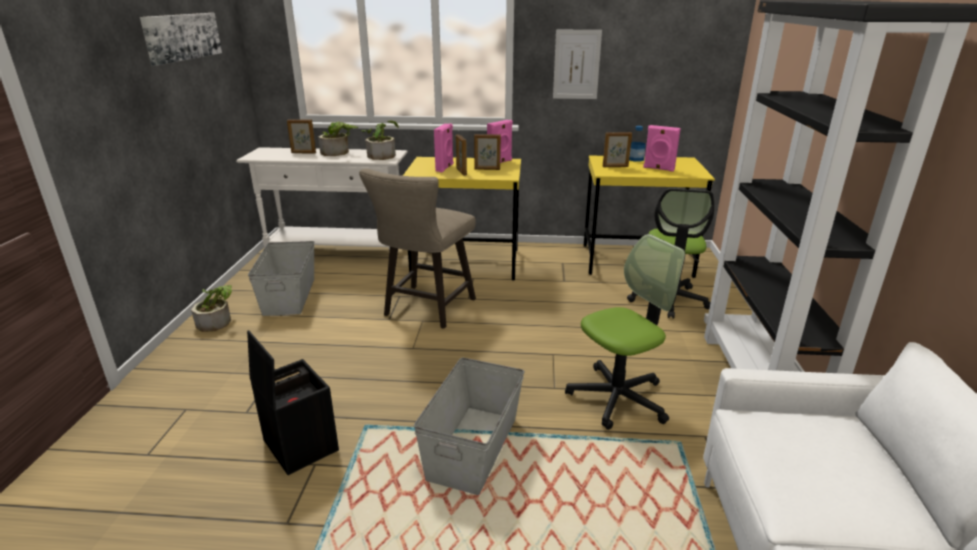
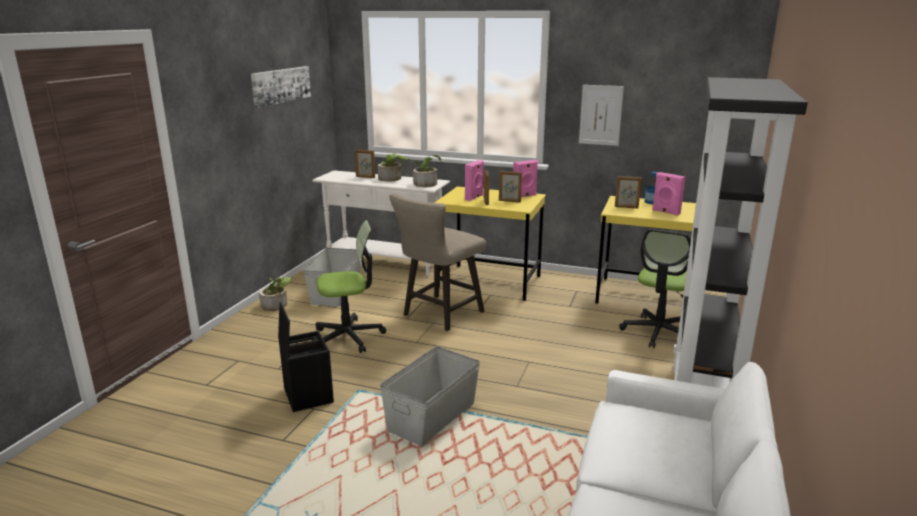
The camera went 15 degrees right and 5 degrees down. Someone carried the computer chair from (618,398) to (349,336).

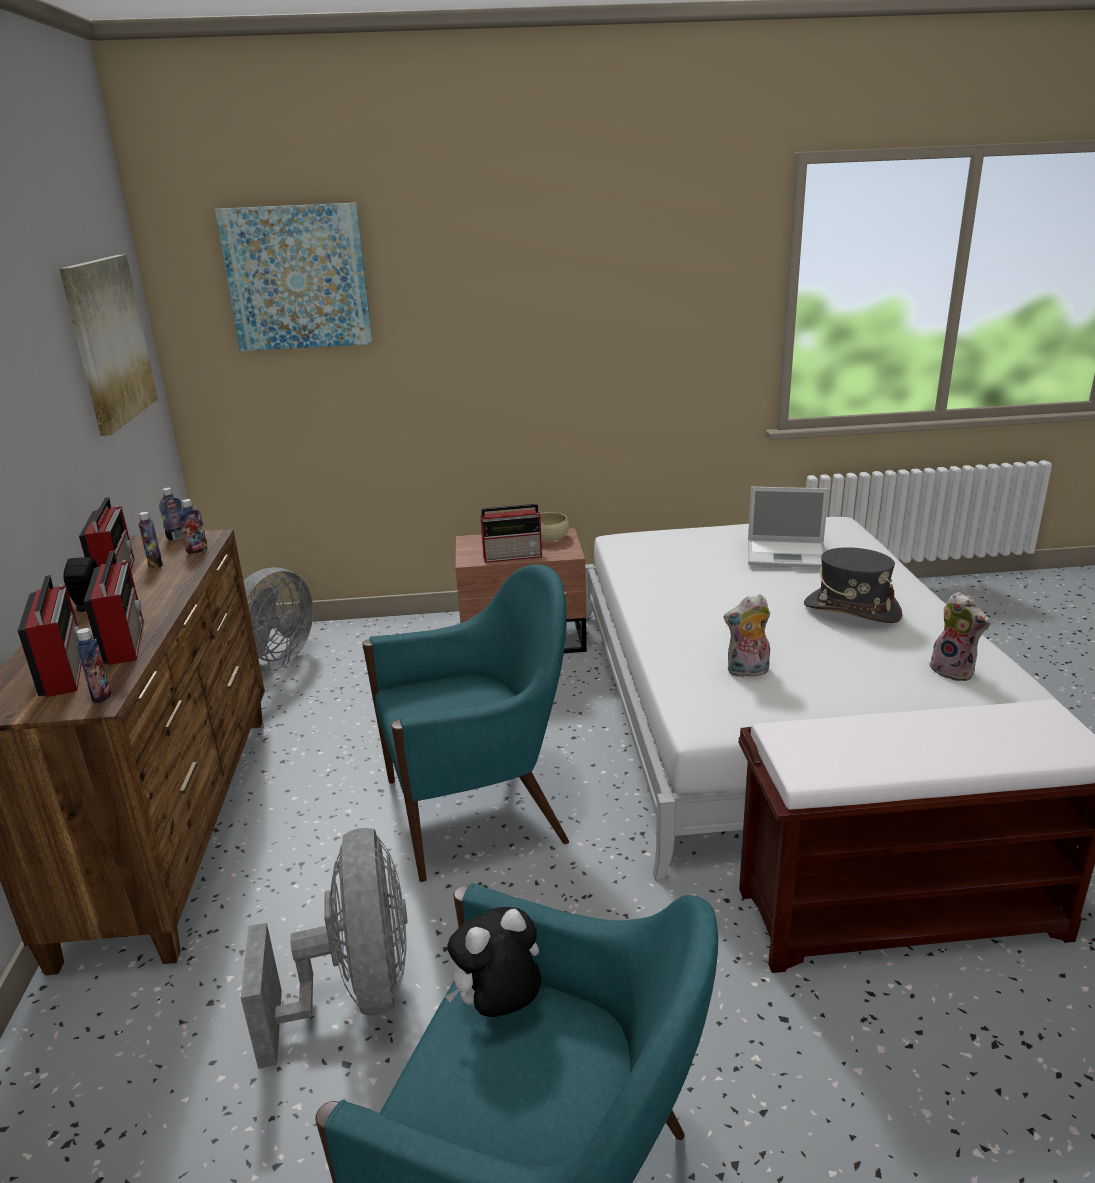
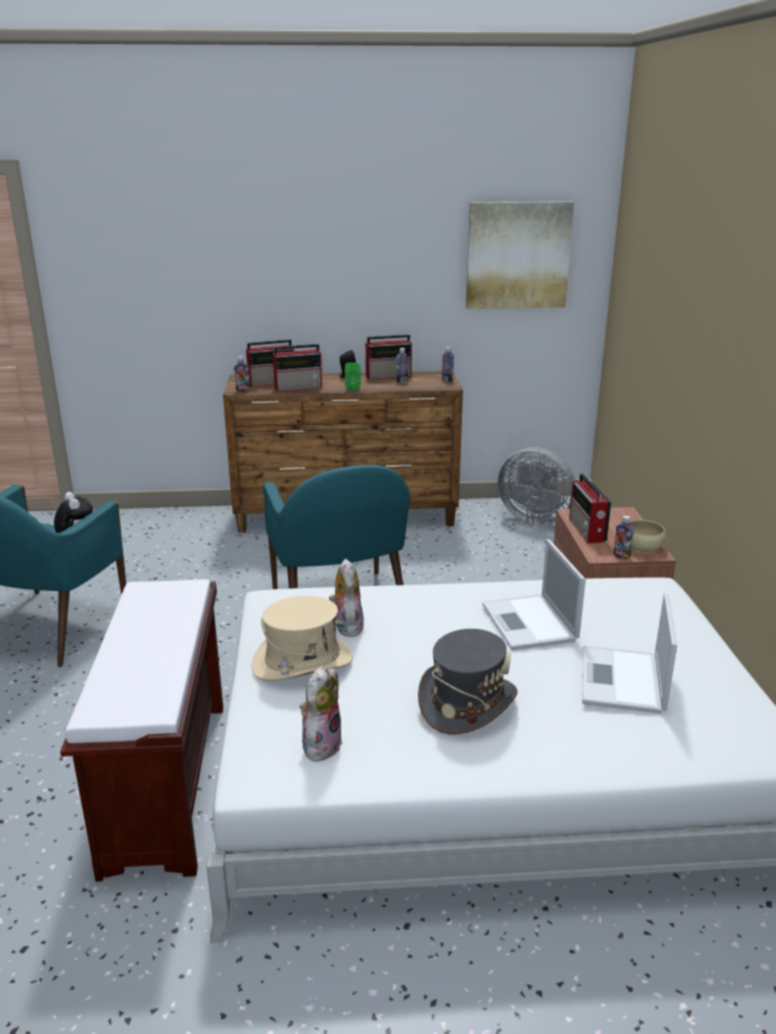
The camera went 90 degrees right and 0 degrees up. Someone carried the drink bottle from (197,550) to (621,556). Someone took away the wall picture at (297,278). Someone took away the gray electric fan at (356,992). Someone rotated the plush toy at (954,671) by 150 degrees clockwise. Someone put down the sand-coloured wearable hat at (302,663). Someone put down the green-coloured loudspeaker at (353,388). Someone put down the notebook computer at (530,623).

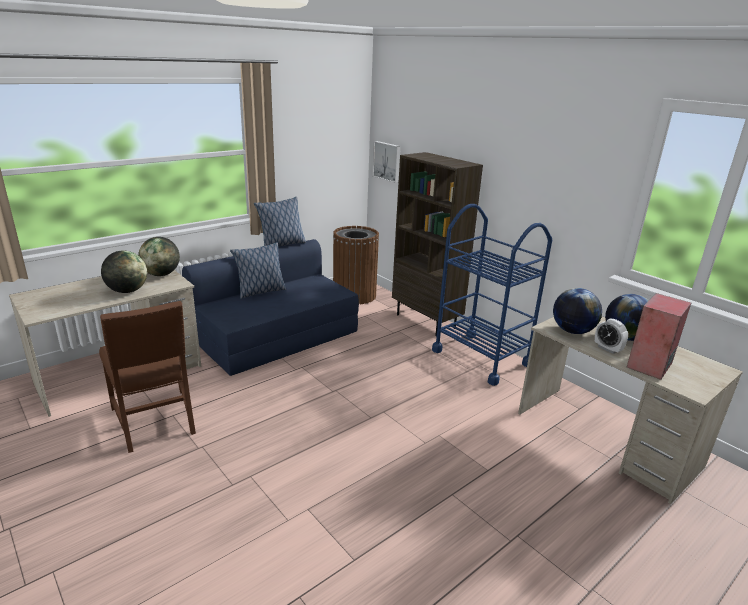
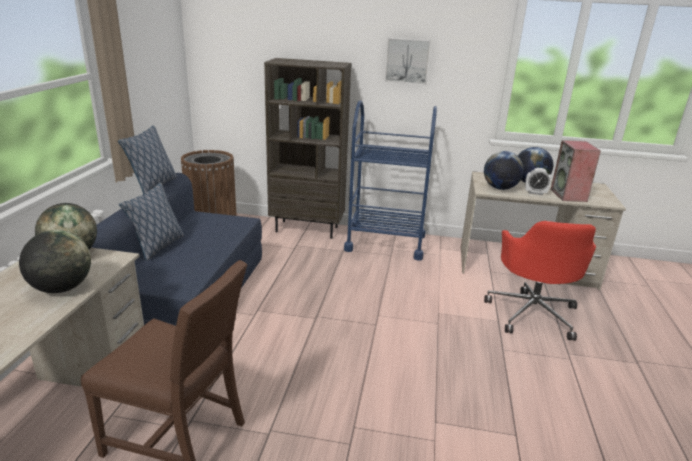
The camera went 40 degrees left and 0 degrees up. Someone carried the wall picture from (387,161) to (407,60). Someone put down the red computer chair at (532,313).

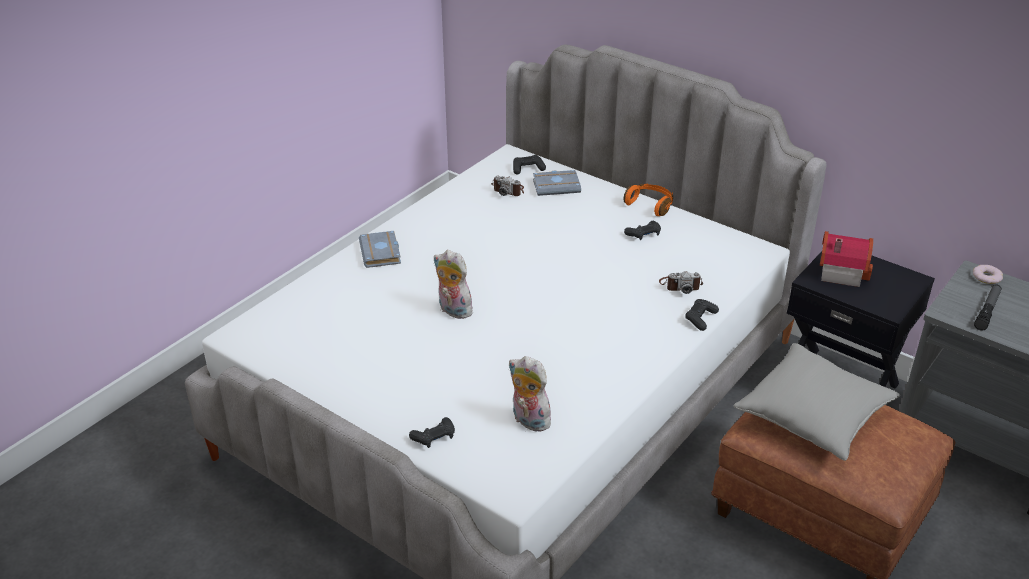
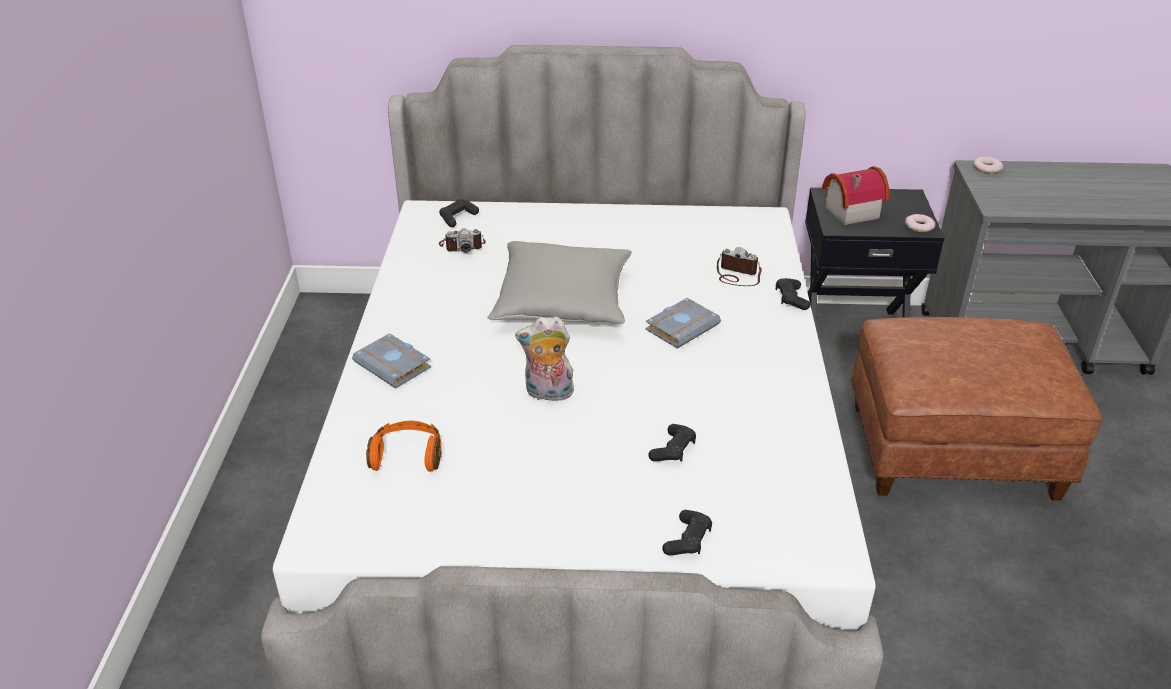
The camera went 35 degrees left and 0 degrees up. Someone took away the plush toy at (528,421). Someone carried the gray bound book from (557,186) to (681,326). Someone carried the orange headphones from (650,205) to (407,455). Someone carried the black-coloured game controller from (643,234) to (673,450). Someone rotated the photo camera at (680,285) by 120 degrees counterclockwise. Someone carried the gray throw pillow from (814,415) to (563,302). Someone took away the hand torch at (987,311). Someone put down the donut at (919,226).

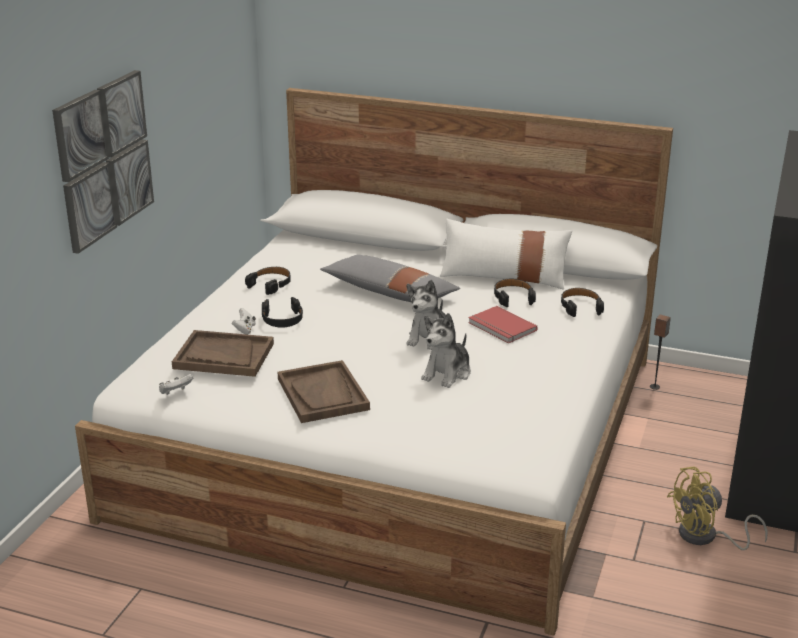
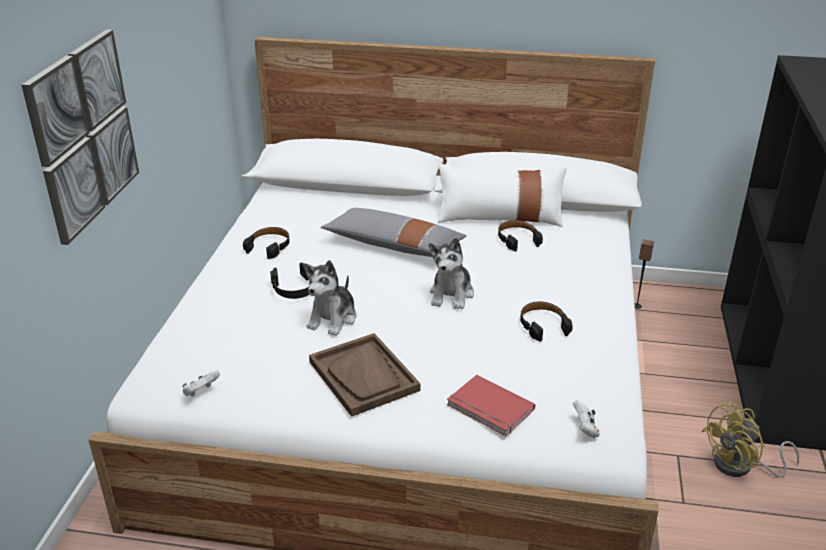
The camera went 10 degrees left and 5 degrees up. Someone took away the brownish carrying tray at (223,356). Someone carried the whitish game controller from (245,330) to (585,429). Someone carried the plush toy from (447,373) to (333,318). Someone carried the red bound book from (501,327) to (489,409). Someone carried the black-coloured headphones from (580,307) to (543,325).

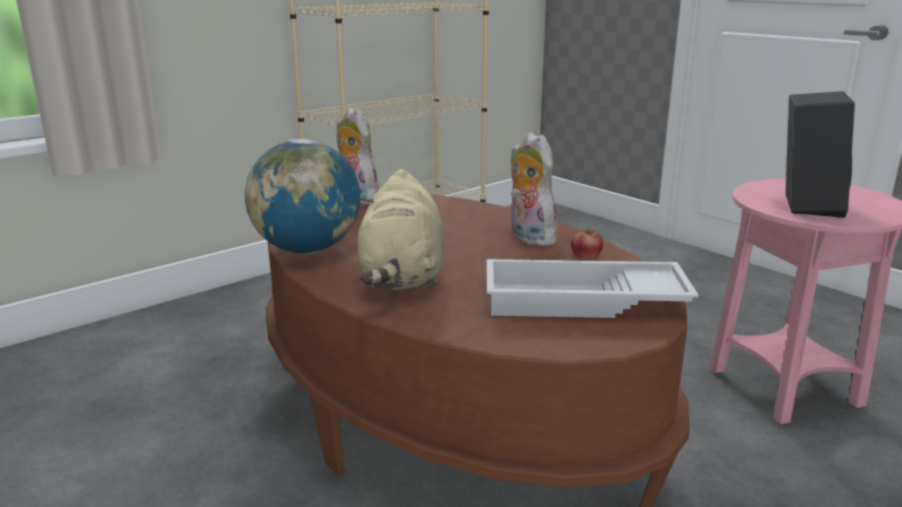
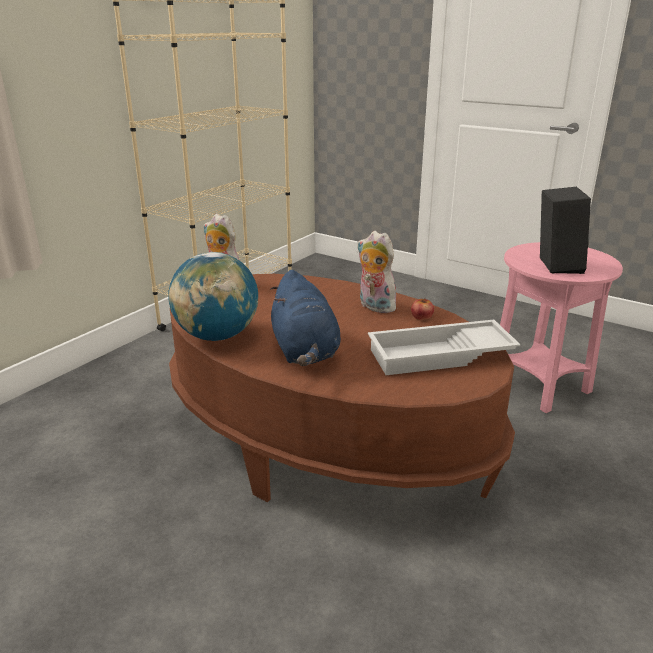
The camera went 15 degrees left and 5 degrees up. Someone repainted the sand-coloured plush toy at (402,277), which became the blue plush toy at (305,351).

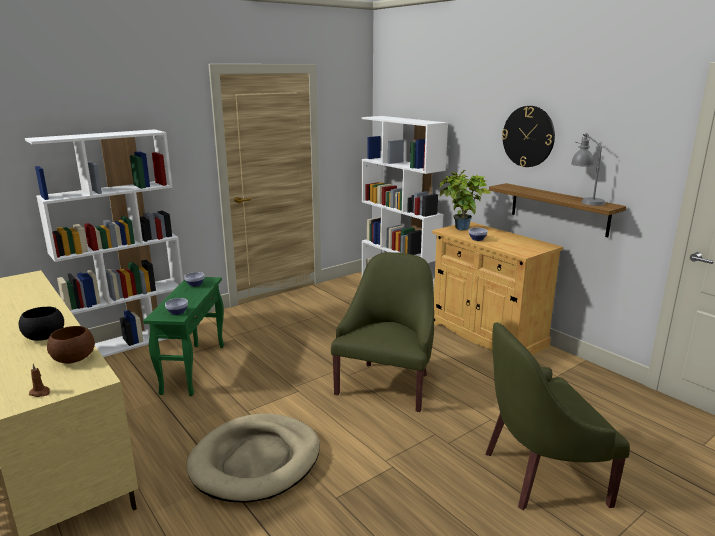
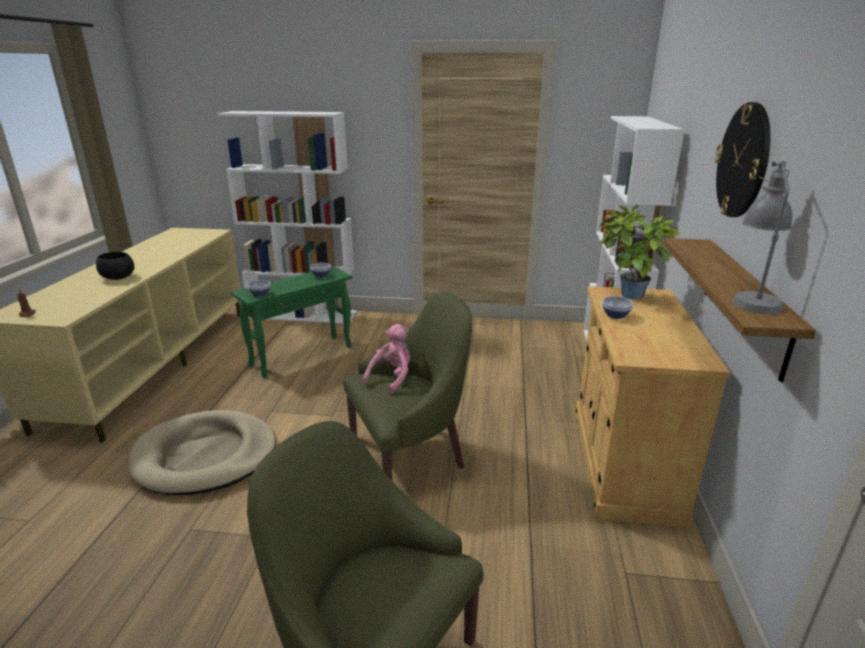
The camera went 45 degrees right and 5 degrees up. Someone took away the brownish bowl at (74,359). Someone put down the pink plush toy at (392,378).

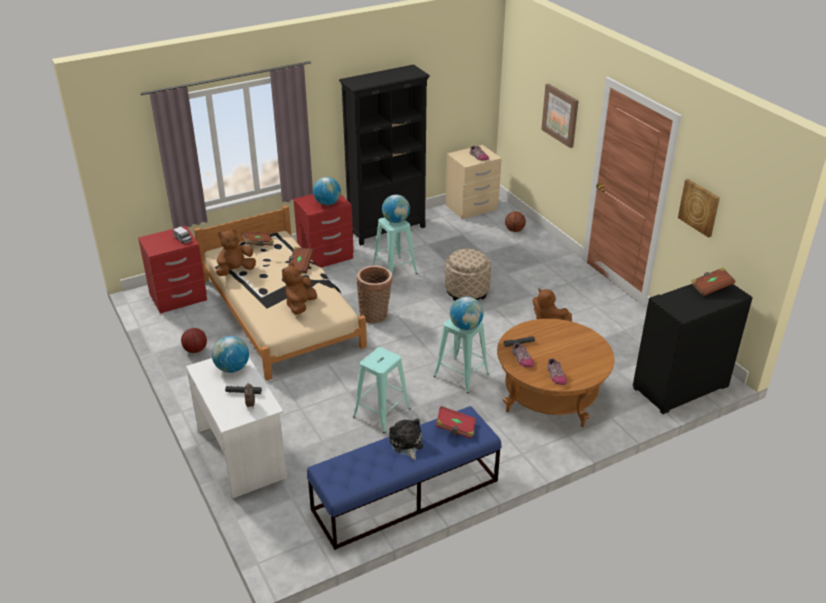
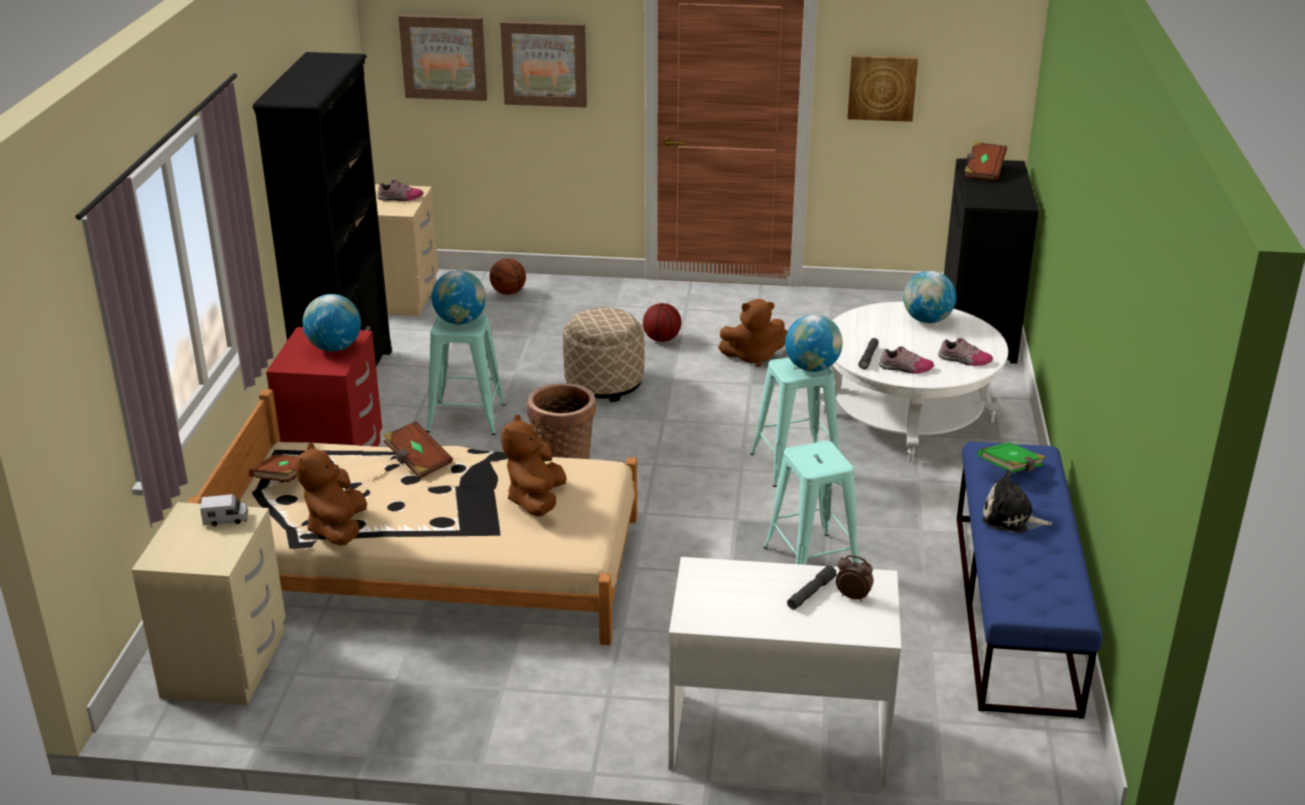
The camera went 55 degrees left and 5 degrees down. Someone repainted the red bedside table at (178,298), which became the sand-coloured bedside table at (226,665). Someone carried the basketball from (195,350) to (662,339). Someone carried the globe from (232,368) to (927,320). Someone rotated the brownish plush toy at (300,306) by 45 degrees clockwise. Someone repainted the red bound book at (455,429), which became the green-coloured bound book at (1011,469). Someone repainted the brownish lounge table at (550,394), which became the whitish lounge table at (907,417). Someone put up the wall picture at (444,57).

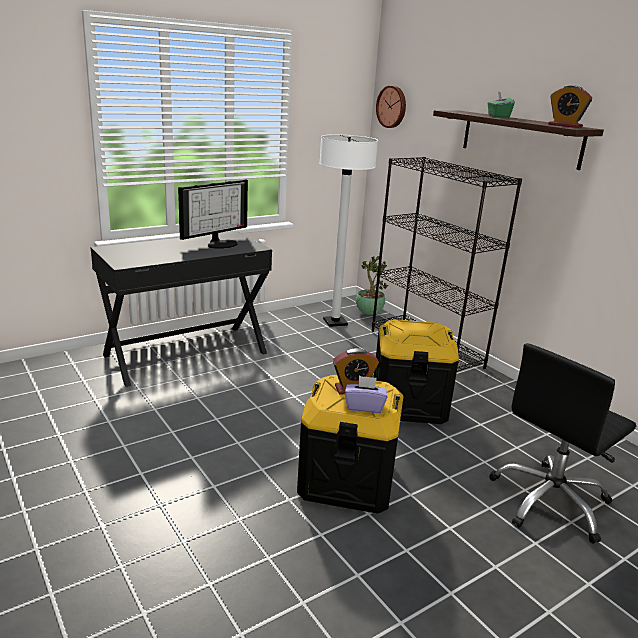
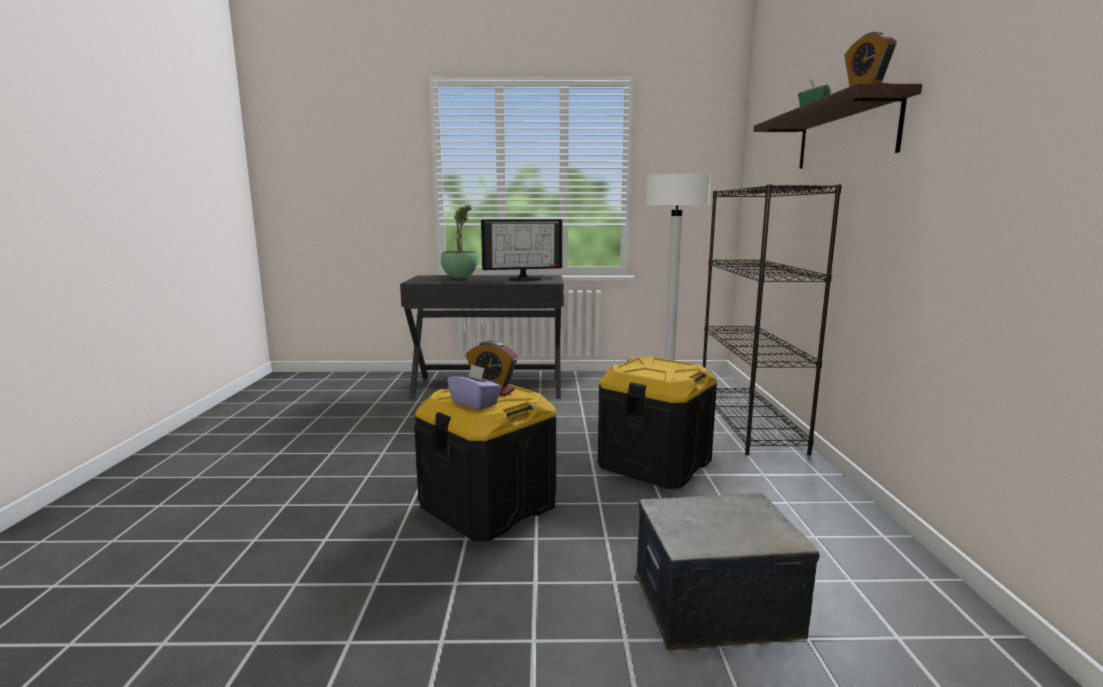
The camera went 35 degrees right and 10 degrees down. Someone carried the potted plant from (368,313) to (459,278). Someone took away the hanging clock at (392,107). Someone swapped the black-coloured computer chair at (550,501) for the storage box at (714,605).

